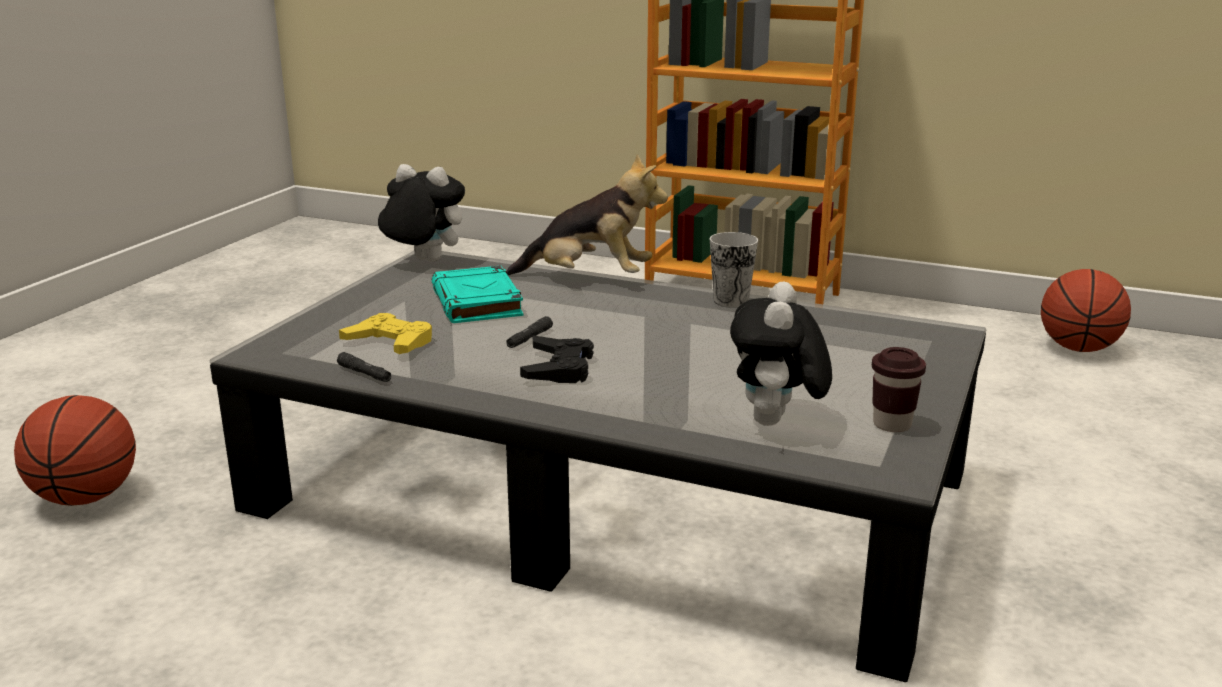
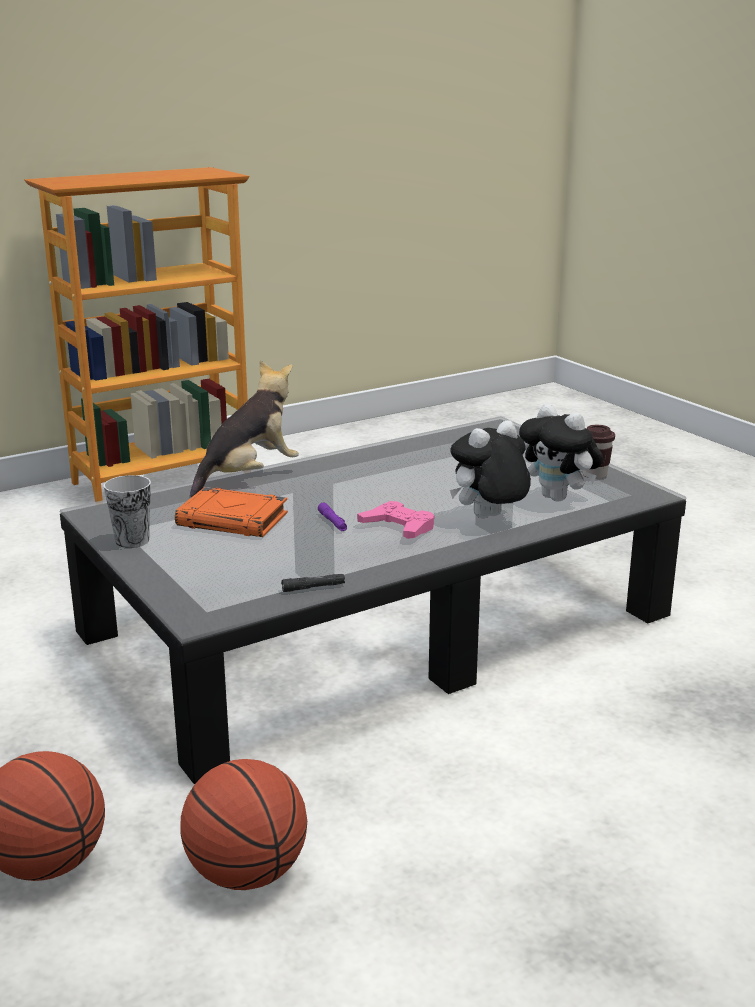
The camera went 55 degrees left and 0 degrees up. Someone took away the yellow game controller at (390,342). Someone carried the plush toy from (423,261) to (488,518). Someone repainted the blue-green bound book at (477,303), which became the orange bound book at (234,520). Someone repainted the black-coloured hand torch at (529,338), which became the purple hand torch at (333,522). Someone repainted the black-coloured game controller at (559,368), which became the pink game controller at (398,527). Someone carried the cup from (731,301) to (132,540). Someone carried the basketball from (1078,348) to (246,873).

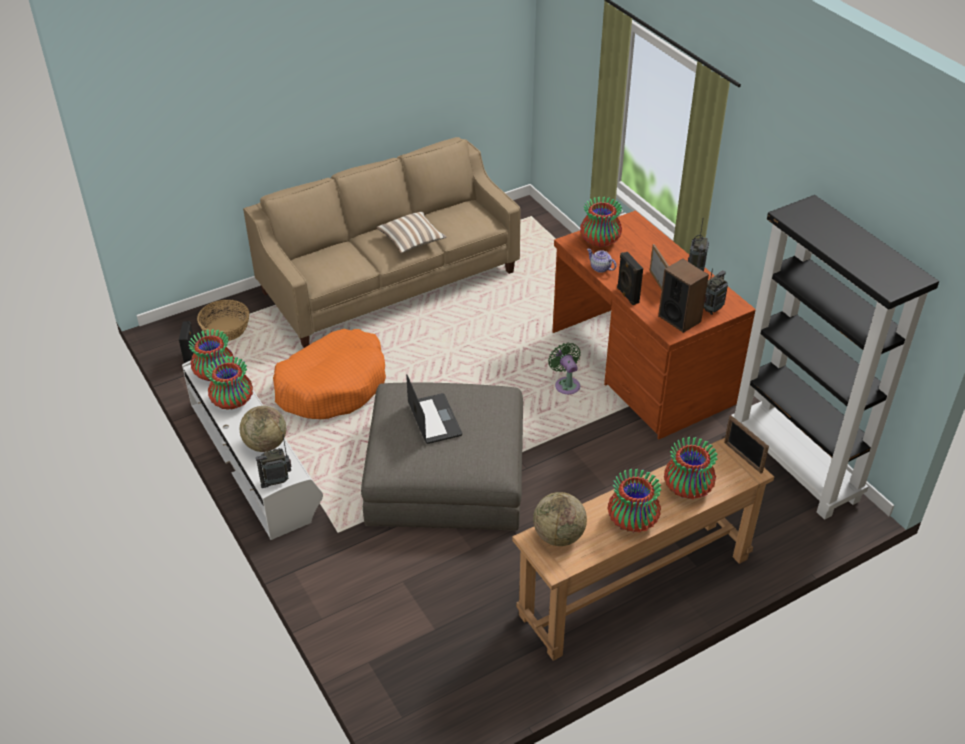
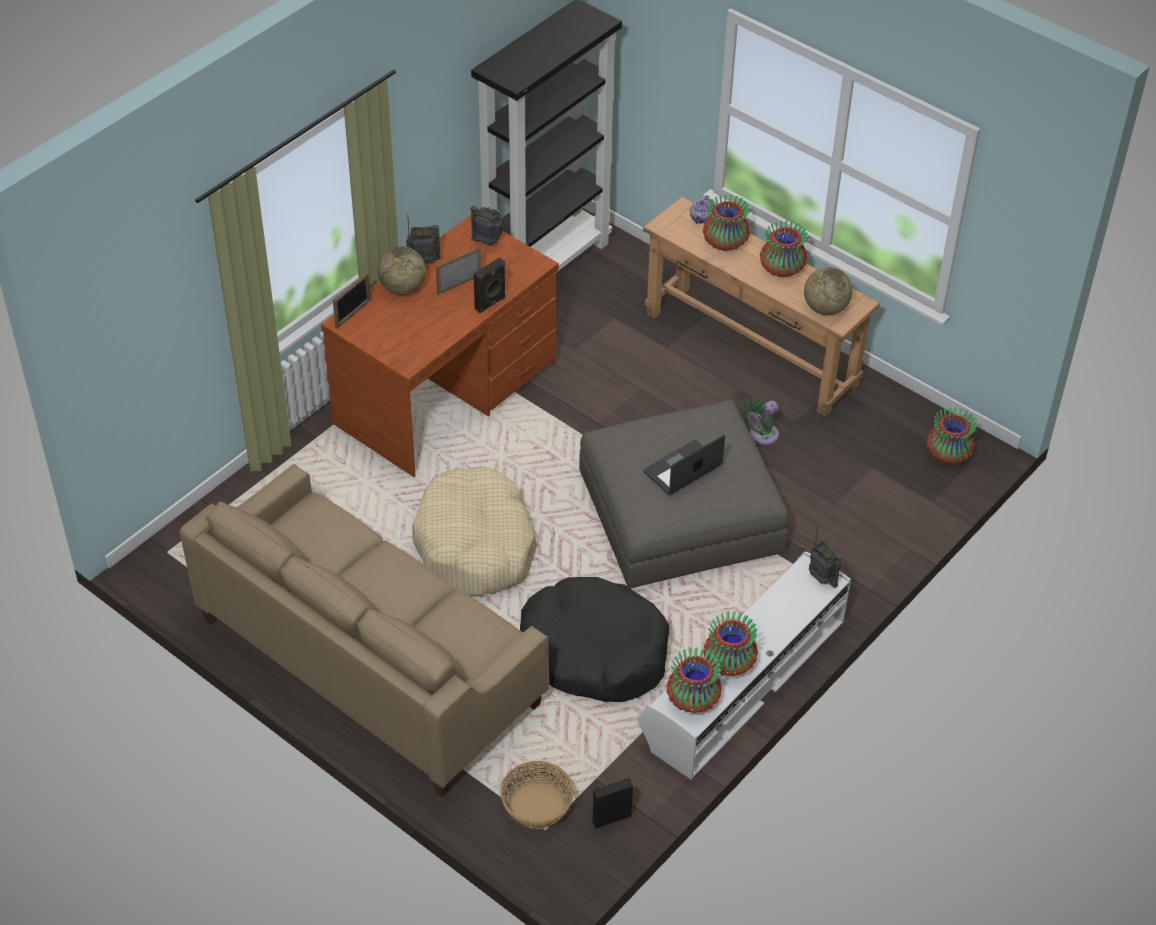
The camera went 110 degrees left and 5 degrees up. Someone carried the globe from (265,444) to (402,288). Someone repainted the orange pet bed at (332,385), which became the black-coloured pet bed at (593,652). Someone took away the throw pillow at (412,241). Someone carried the green-coloured electric fan from (566,384) to (761,436). Someone carried the decorative vase from (599,240) to (948,454). Someone carried the tea pot from (600,268) to (701,218). Someone took away the loudspeaker at (679,318). Someone carried the photo frame from (742,457) to (353,313). Someone put down the sand-coloured pet bed at (476,545).

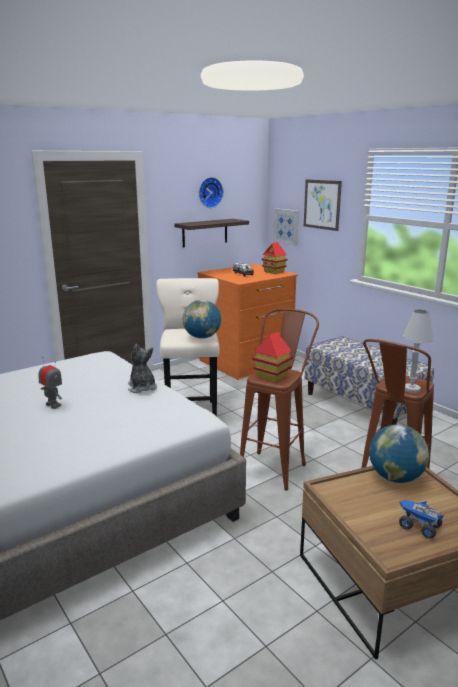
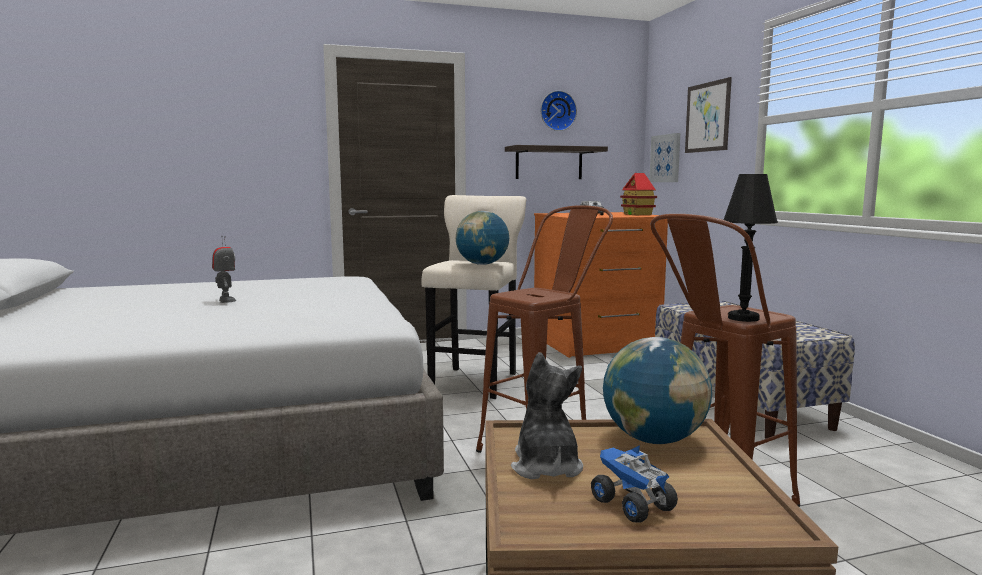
The camera went 20 degrees right and 10 degrees down. Someone carried the plush toy from (142,388) to (546,466). Someone took away the miniature house at (271,376). Someone repainted the whitish table lamp at (411,389), which became the black-coloured table lamp at (743,318).

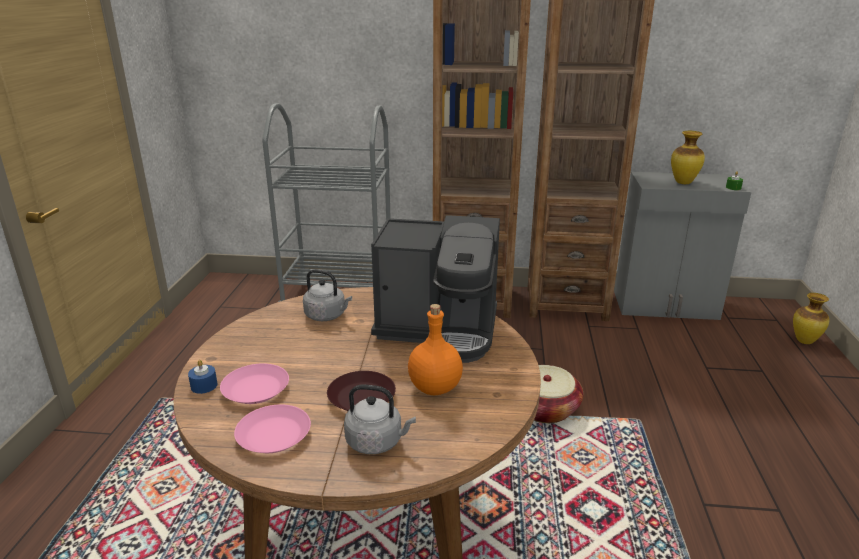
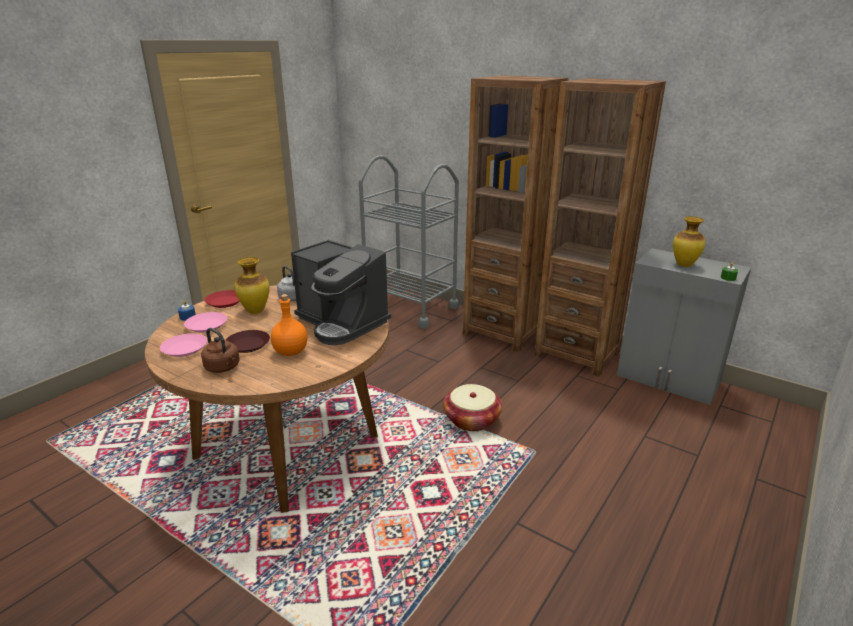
The camera went 30 degrees right and 0 degrees up. Someone repainted the gray kettle at (377,442), which became the brownish kettle at (223,368). Someone carried the decorative vase from (805,341) to (255,311). Someone put down the red plate at (224,302).

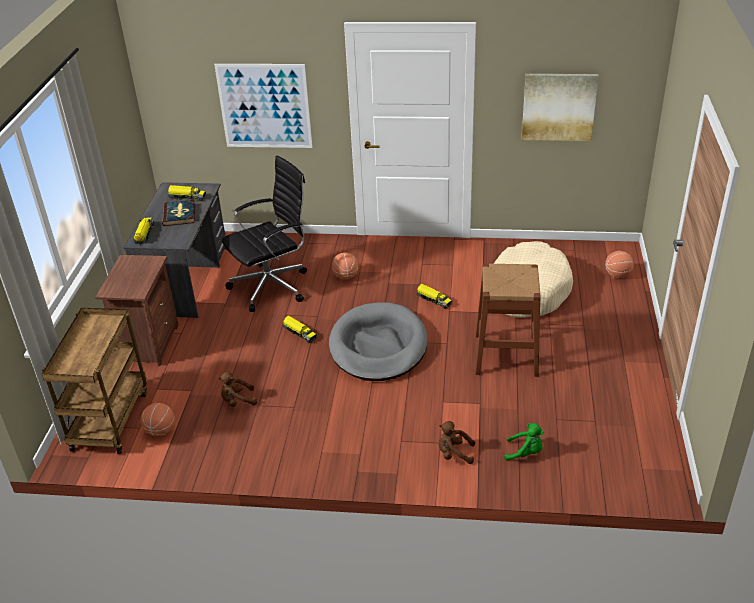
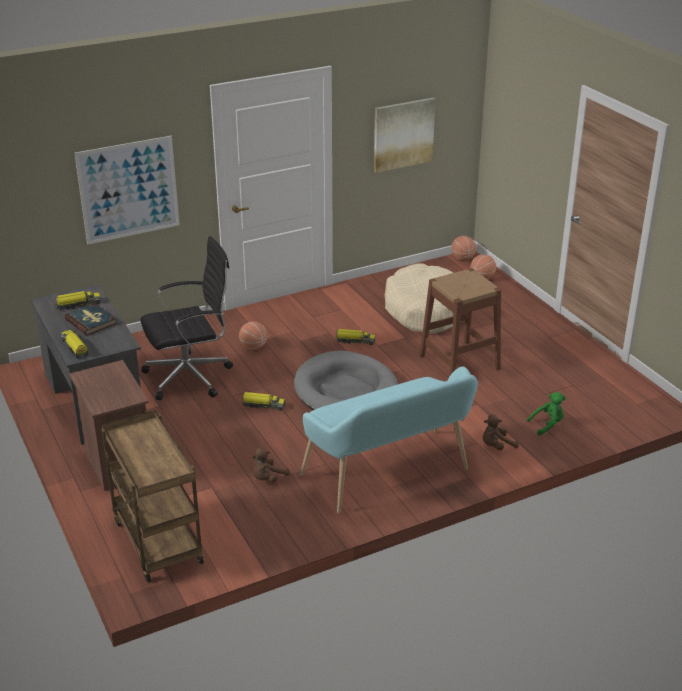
The camera went 35 degrees left and 5 degrees down. Someone carried the basketball from (160,430) to (463,258). Someone rotated the black-coloured computer chair at (272,286) by 45 degrees clockwise. Someone put down the blue-green long seat at (390,475).

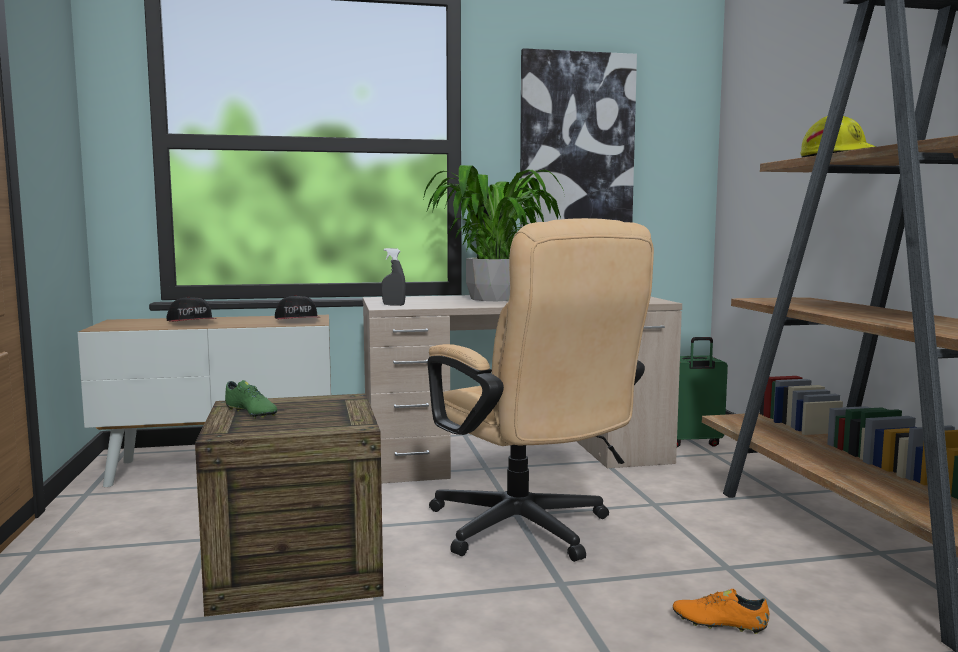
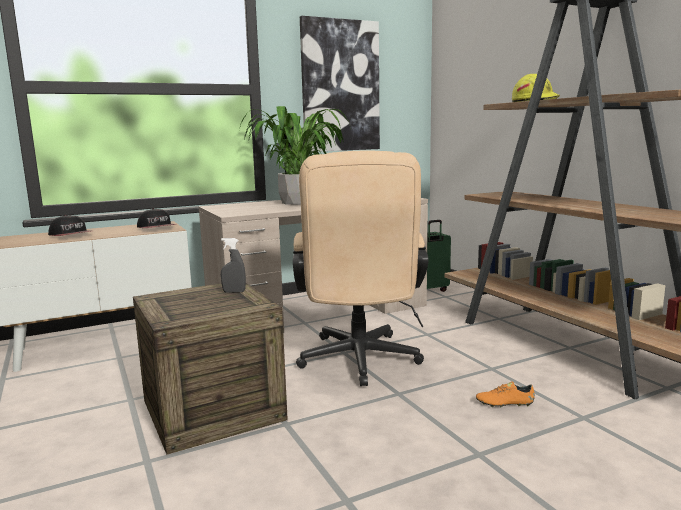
The camera went 15 degrees left and 5 degrees up. Someone took away the green-coloured low shoe at (251,413). Someone carried the gray sprayer from (393,305) to (234,292). Someone rotated the sand-coloured computer chair at (529,532) by 45 degrees clockwise.

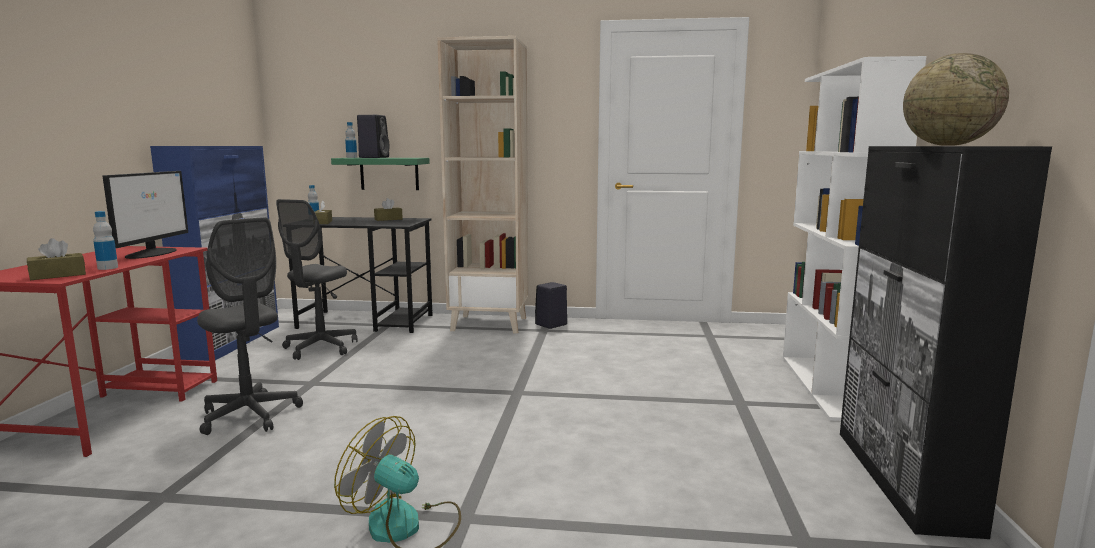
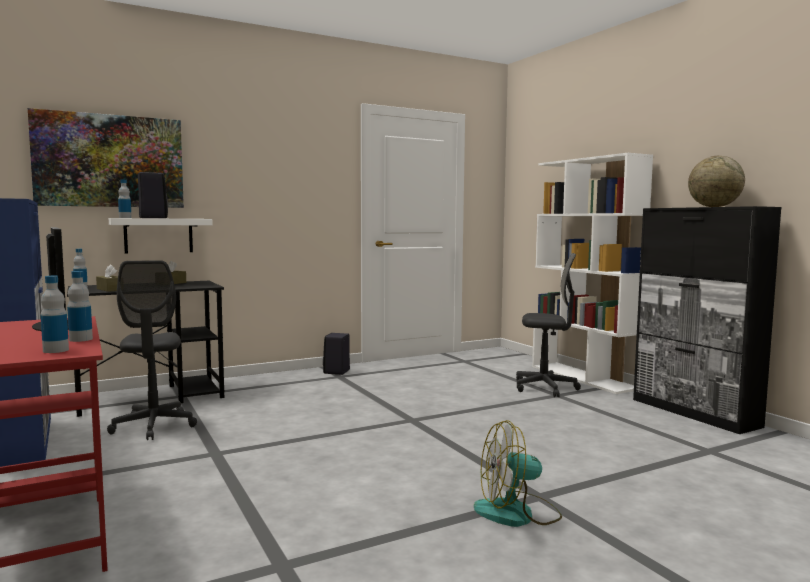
The camera went 35 degrees left and 5 degrees down. Someone swapped the brownish tissue box at (58,275) for the drink bottle at (56,350). Someone carried the gray computer chair from (250,415) to (545,388). Someone repainted the green-coloured bracket shelf at (389,173), which became the whitish bracket shelf at (158,235). Someone took away the sand-coloured shelving unit at (490,324). Someone put up the wall picture at (110,161).

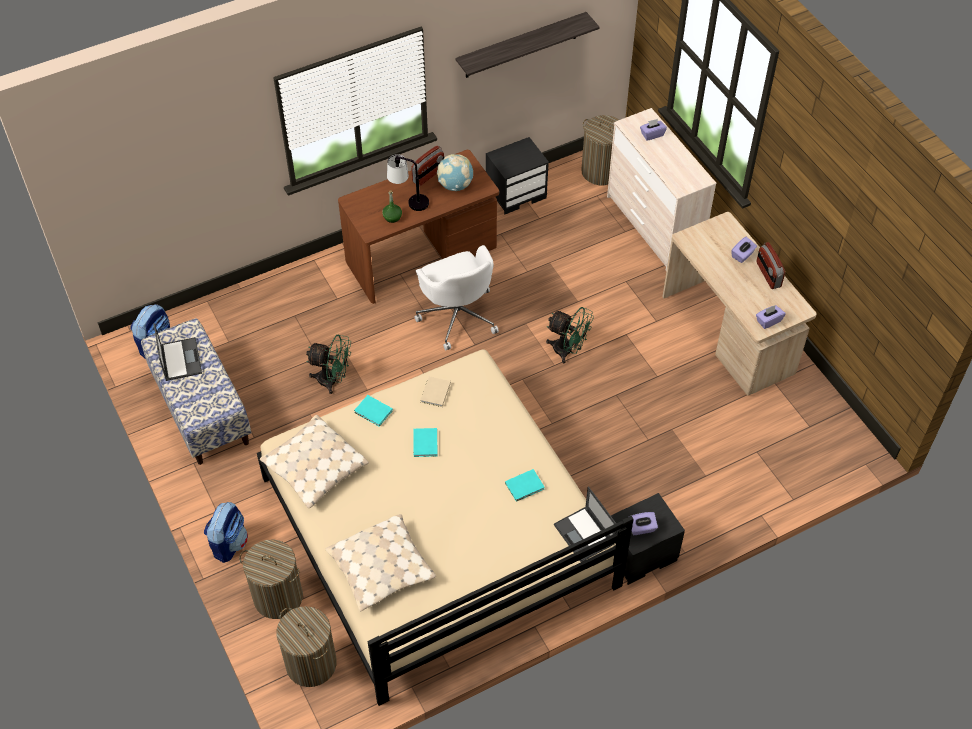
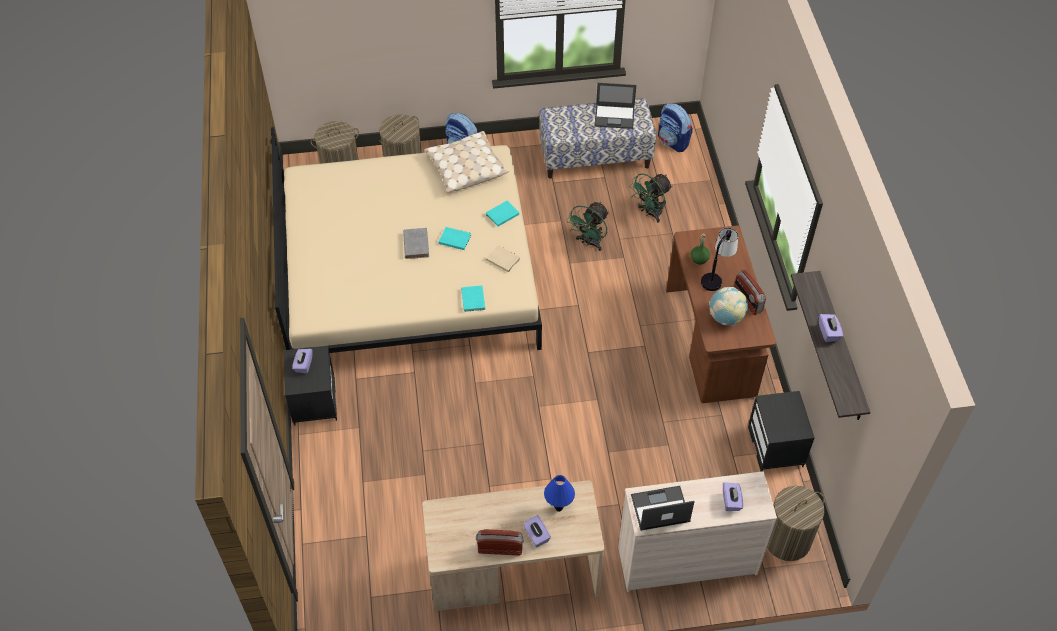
The camera went 110 degrees right and 0 degrees up. Someone took away the sand-coloured throw pillow at (382,569). Someone took away the whitish computer chair at (458,315). Someone carried the blue-green bound book from (525,486) to (472,300). Someone carried the green-coloured electric fan from (568,351) to (650,213). Someone carried the notebook computer from (584,535) to (659,508). Someone carried the purple tissue box from (768,321) to (828,333). Someone put down the gray bound book at (416,244). Someone put down the blue table lamp at (559,508).

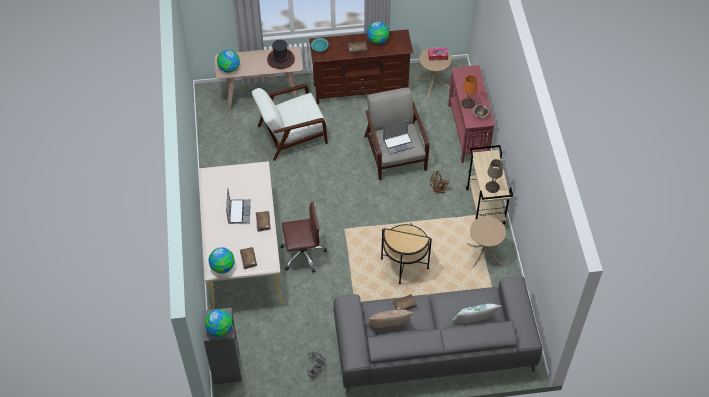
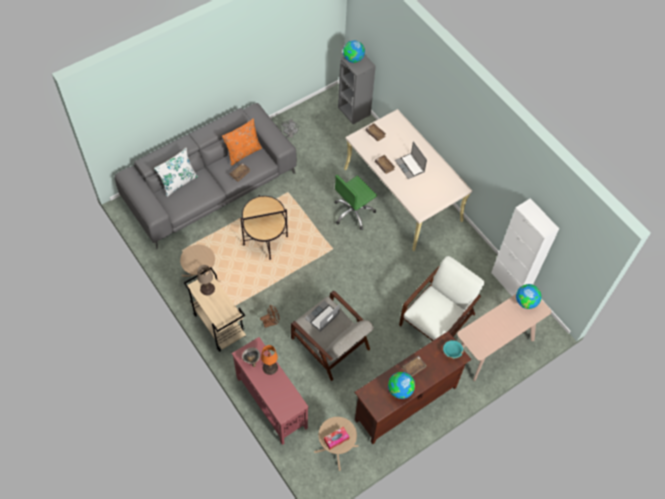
The camera went 150 degrees right and 5 degrees up. Someone took away the globe at (223,267). Someone took away the wearable hat at (280,59). Someone repainted the brownish computer chair at (303,254), which became the green-coloured computer chair at (353,212). Someone repainted the sand-coloured throw pillow at (389,328), which became the orange throw pillow at (243,152). Someone put down the whitish cabinet at (510,282).

